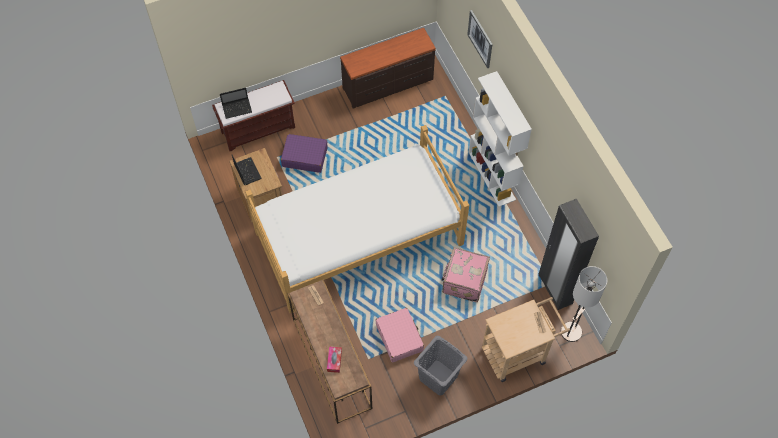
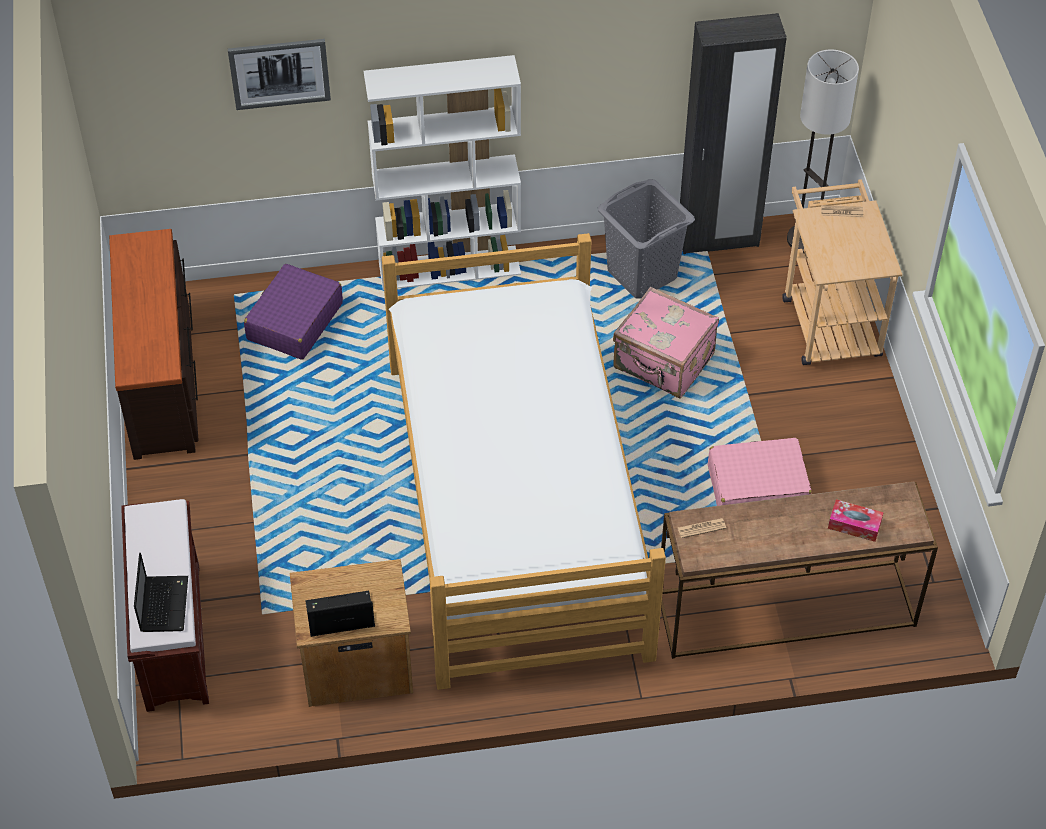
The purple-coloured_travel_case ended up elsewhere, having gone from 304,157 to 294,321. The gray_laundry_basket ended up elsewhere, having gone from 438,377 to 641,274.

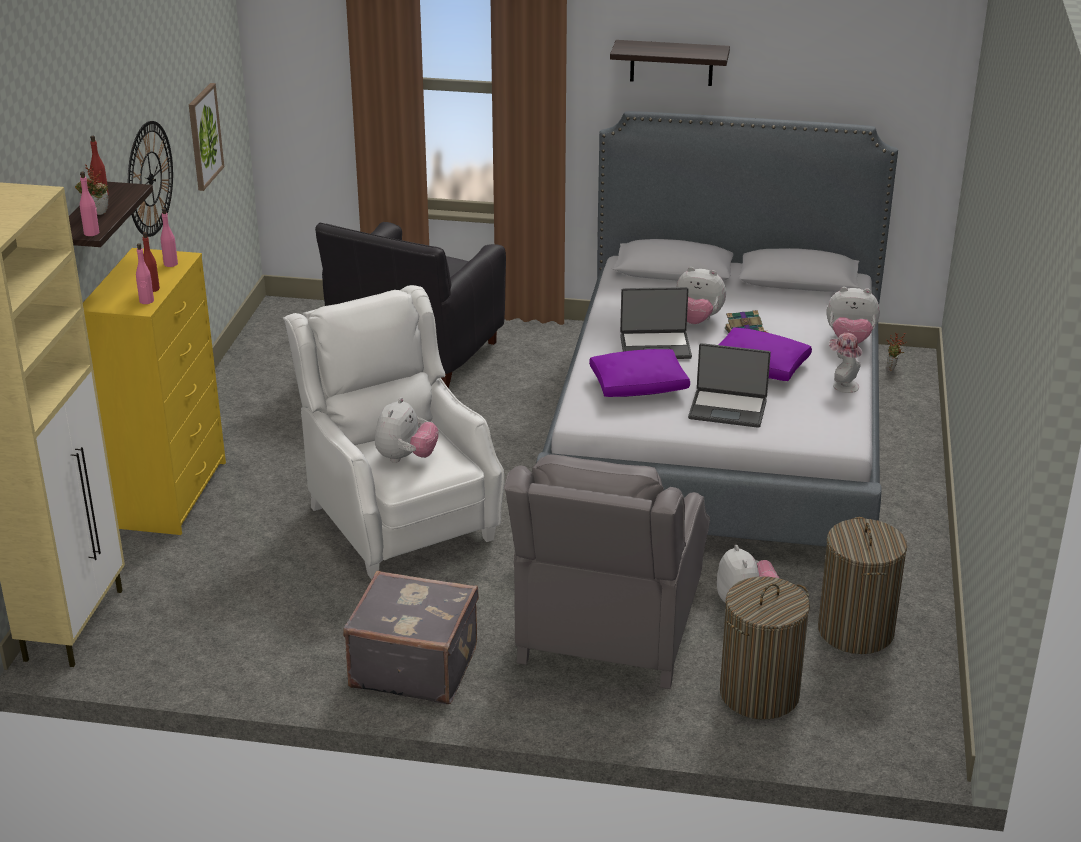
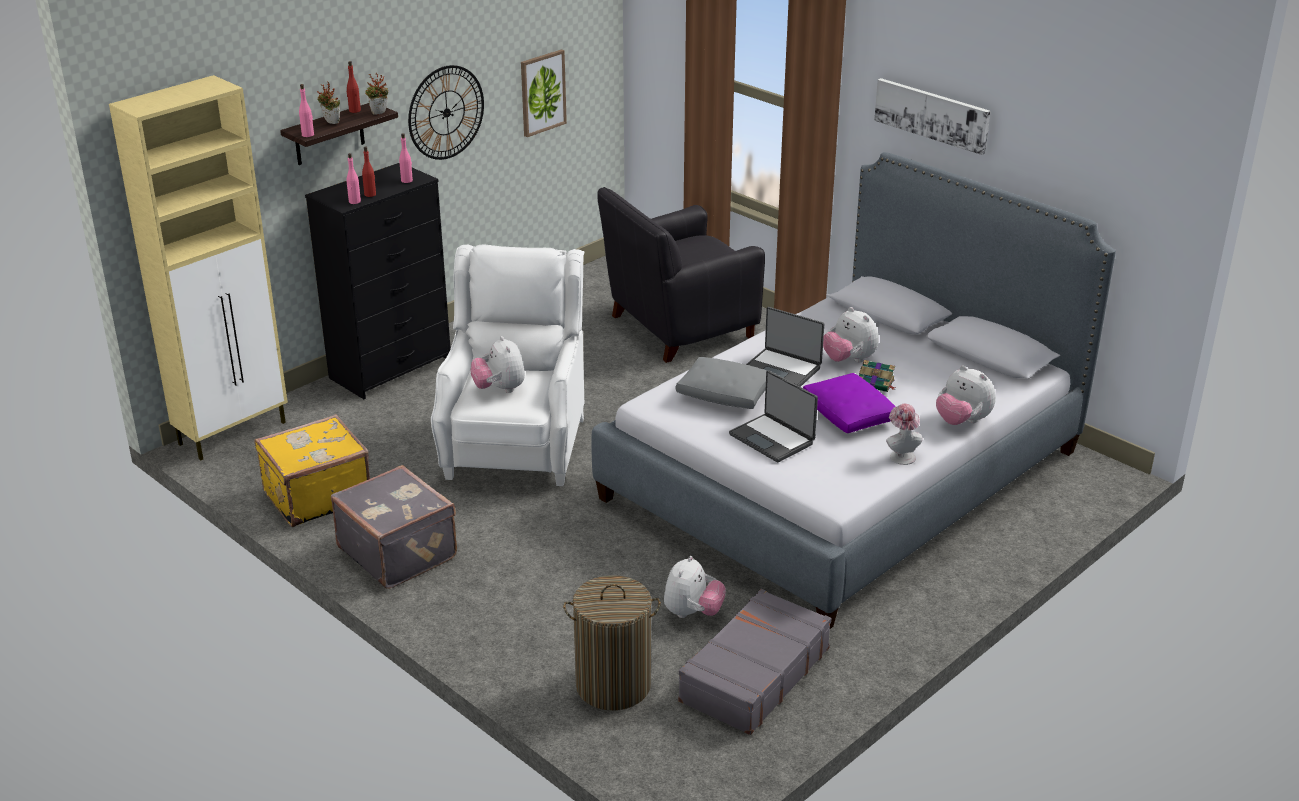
What was the yellow-coloured_dresser at 171,493 turned into the blackish_dresser at 391,368. The plush_toy at 406,458 ended up facing another way, 105 degrees clockwise from before. The second view lost the gray_lounge_chair at 608,632. What was the purple-coloured_throw_pillow at 639,385 turned into the gray_throw_pillow at 725,394. Where the bracket_shelf hung at 671,63, the picture came to hang at 932,115. Where the laundry_basket stood at 855,631, the gray_travel_case came to stand at 753,674. The potted_plant ended up elsewhere, having gone from 892,369 to 379,113. The second view gained the yellow-coloured_travel_case at 316,496.

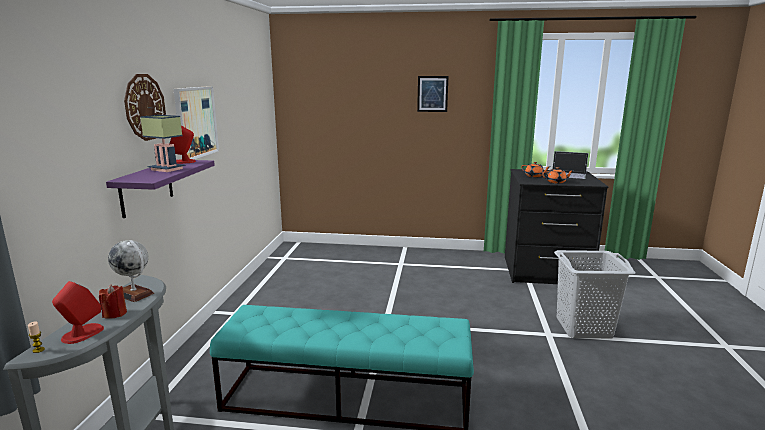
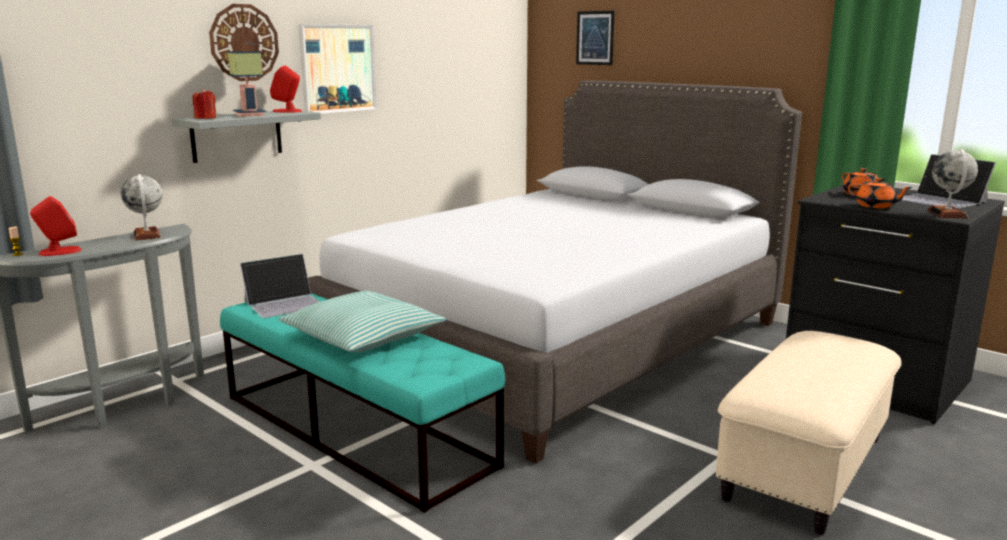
The reddish_wax_light ended up elsewhere, having gone from 115,314 to 205,118. What was the purple-coloured_bracket_shelf at 146,188 turned into the gray_bracket_shelf at 237,135. The picture ended up elsewhere, having gone from 432,94 to 595,38. Where the gray_laundry_basket stood at 584,328, the sand-coloured_footrest came to stand at 806,468. The second view gained the laptop at 285,303. The second view gained the throw_pillow at 363,337. The second view gained the gray_sleeping_bed at 557,341. The second view gained the desk_globe at 947,214.

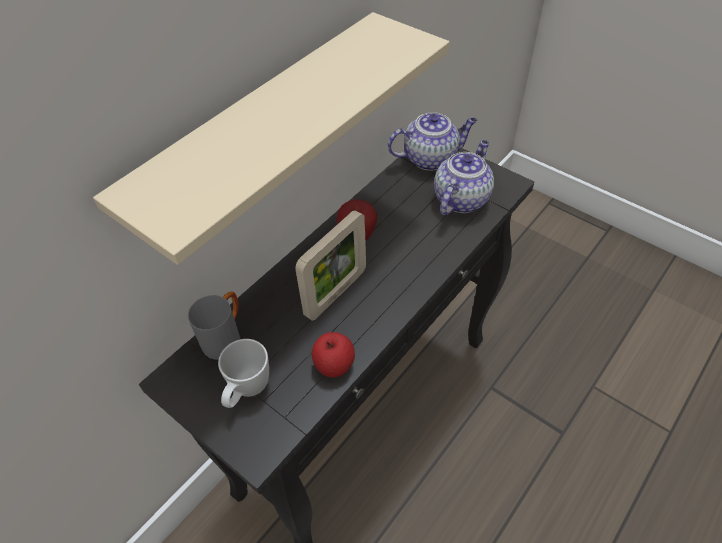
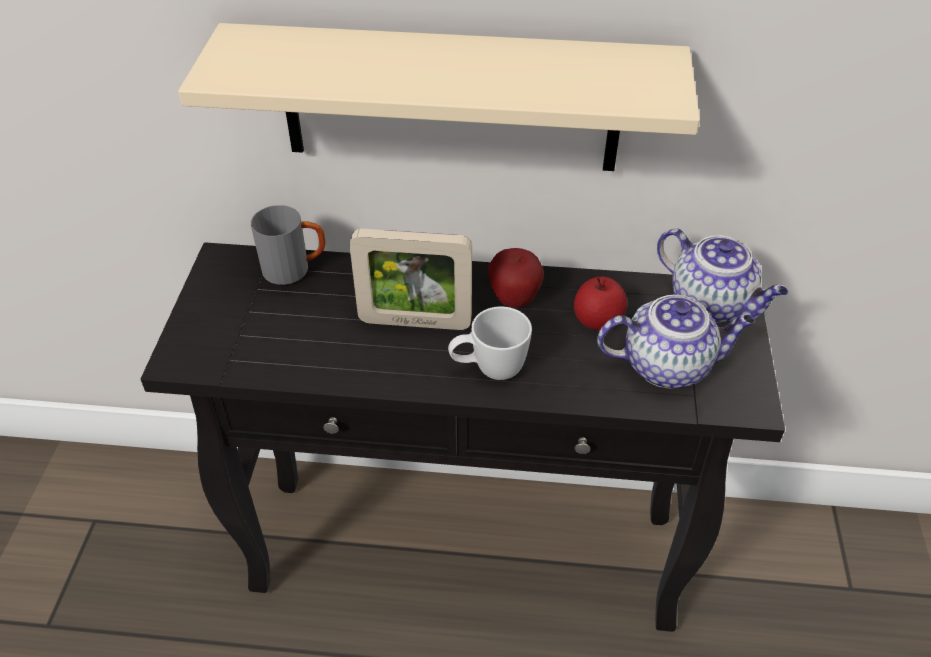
The whitish_coffee_mug ended up elsewhere, having gone from 247,391 to 488,370. The apple_fruit ended up elsewhere, having gone from 334,365 to 597,320.

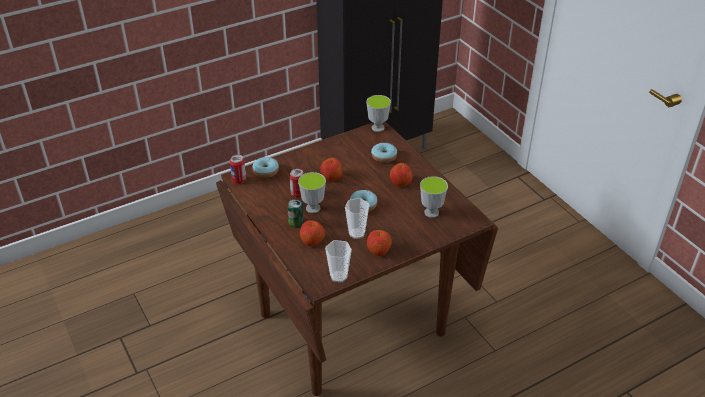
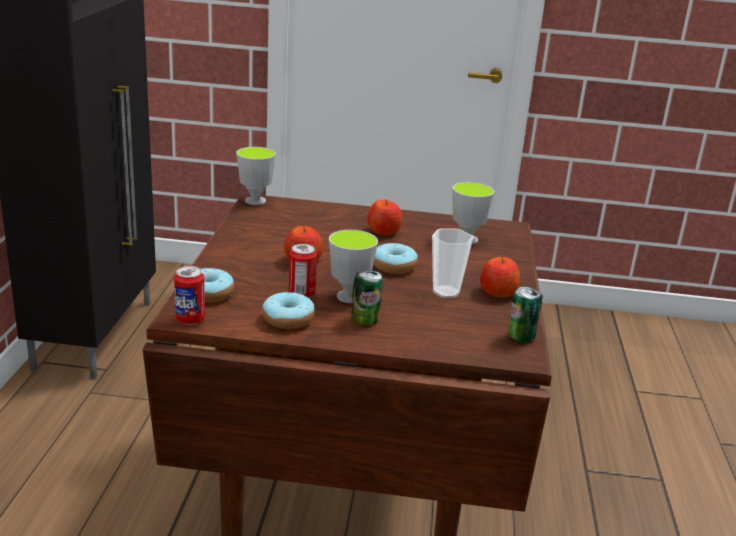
The second view lost the apple_fruit at 312,240. Where the cup stood at 338,276, the sealed_can came to stand at 520,337. The doughnut ended up elsewhere, having gone from 384,156 to 288,319.

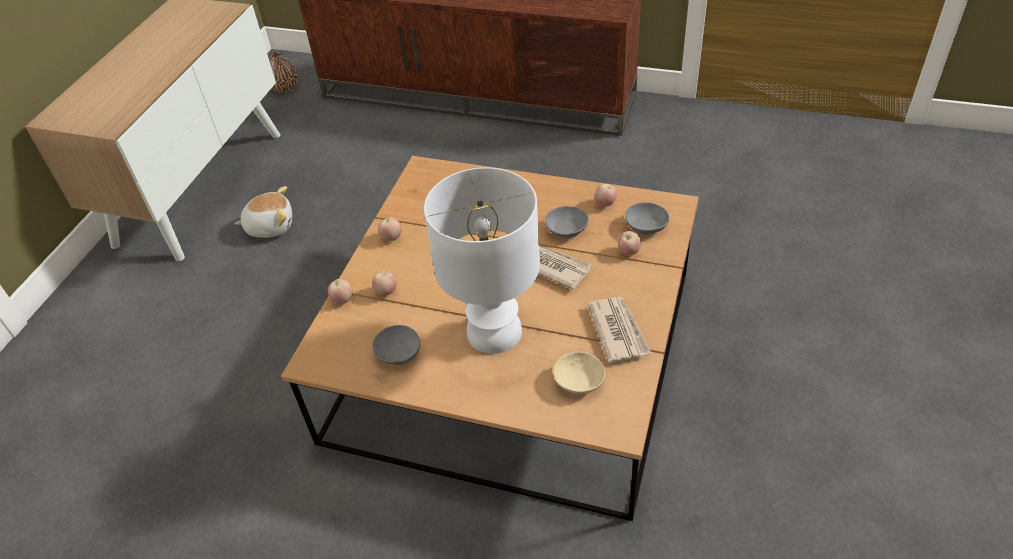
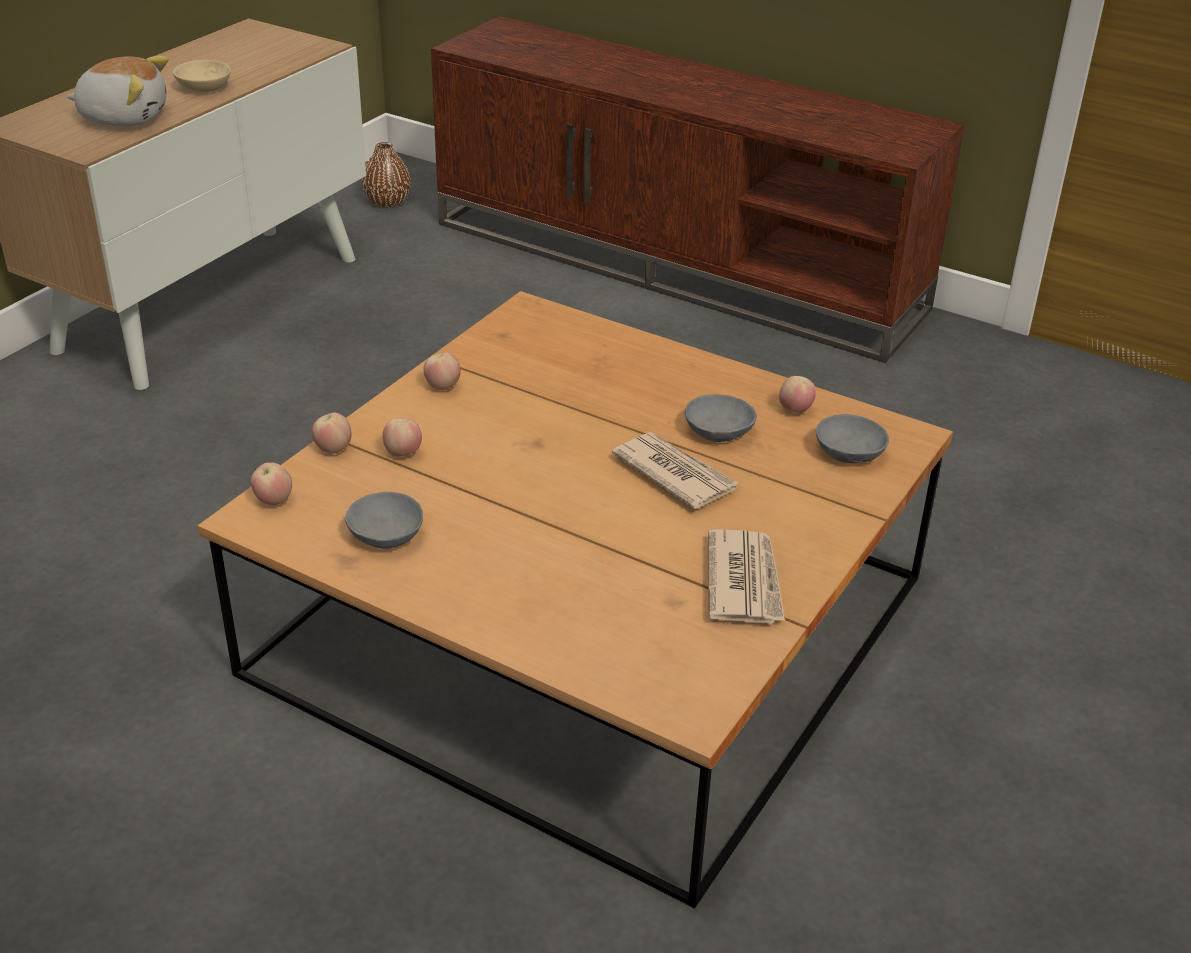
The plush_toy ended up elsewhere, having gone from 270,226 to 124,117. The second view lost the whitish_lamp_for_a_table at 495,333. The sand-coloured_deep_dish ended up elsewhere, having gone from 578,382 to 202,88. The apple_fruit ended up elsewhere, having gone from 629,252 to 273,500.

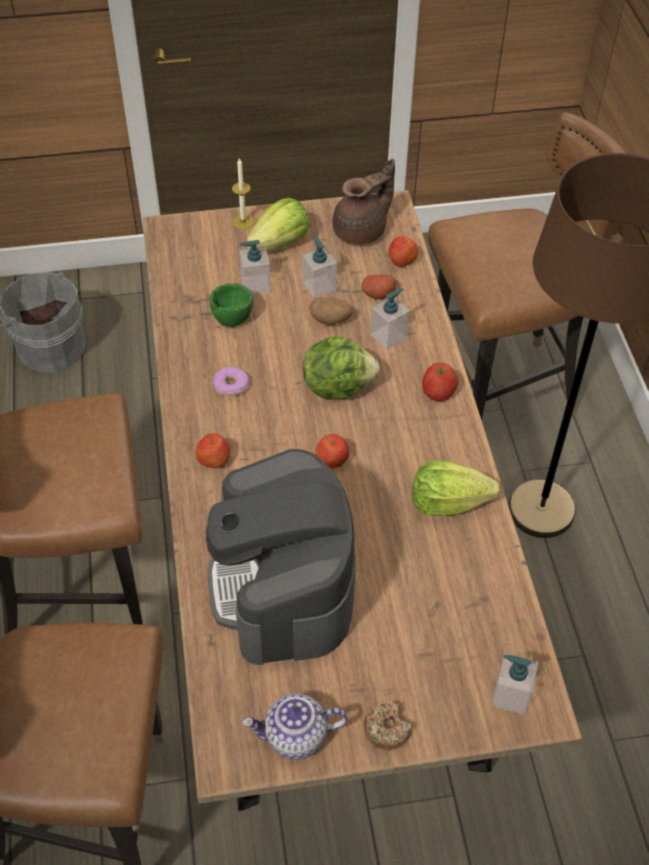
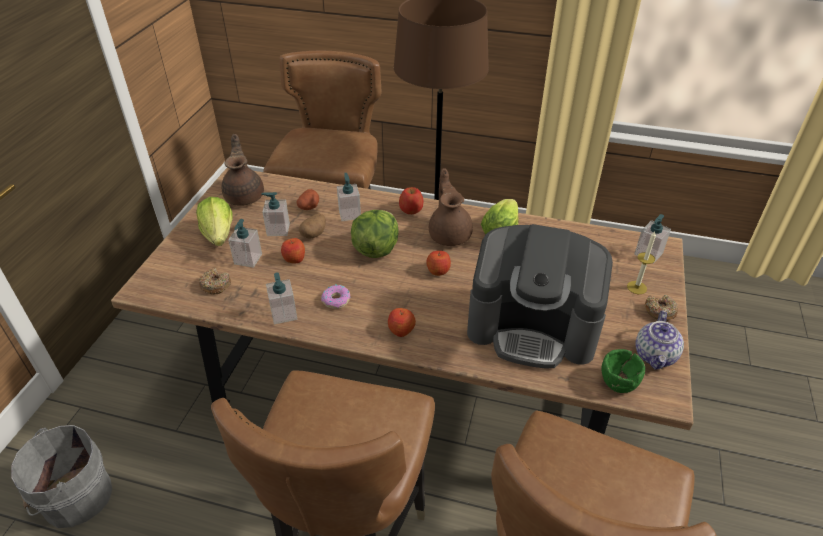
The greenish_deep_dish ended up elsewhere, having gone from 232,317 to 618,382. The wax_light ended up elsewhere, having gone from 243,222 to 636,287. The apple_fruit ended up elsewhere, having gone from 402,260 to 294,258. The second view gained the doughnut at 215,285. The second view gained the soap_dispenser at 284,314. The second view gained the brown_tea_pot at 449,234.

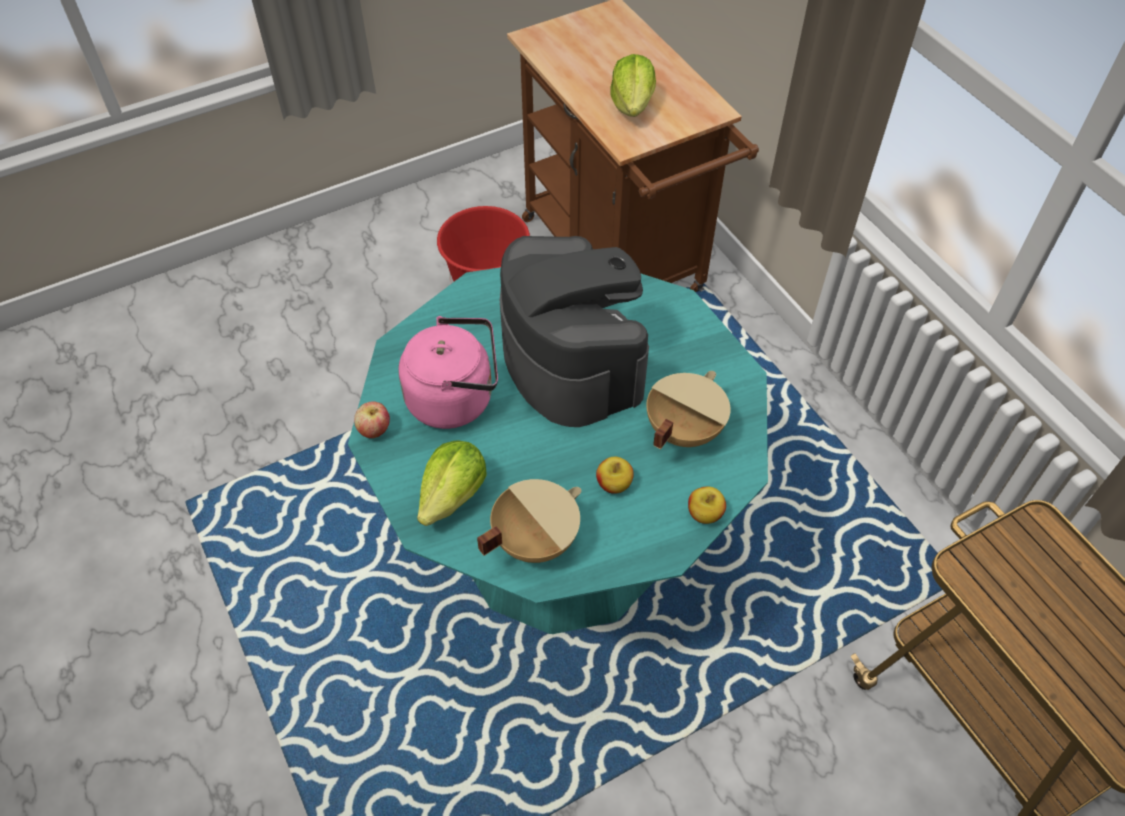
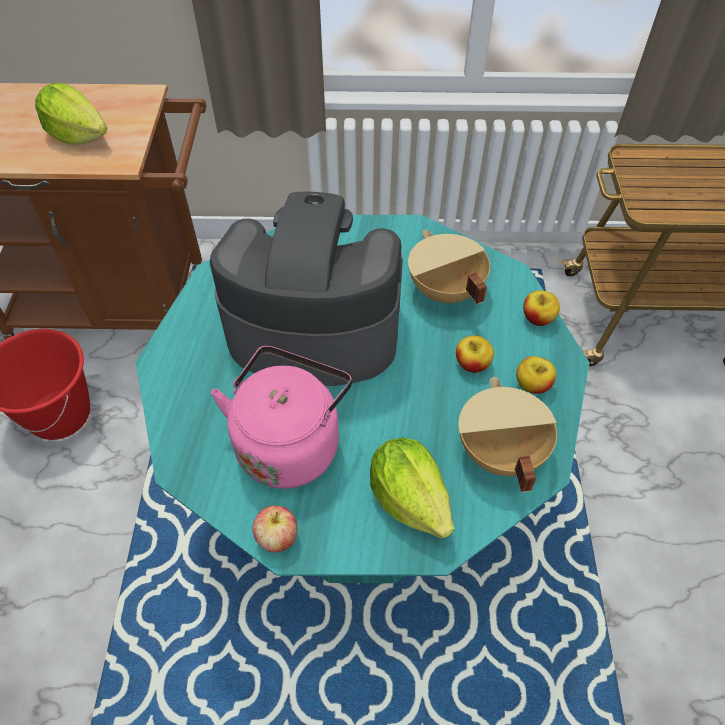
The second view gained the apple_fruit at 532,385.

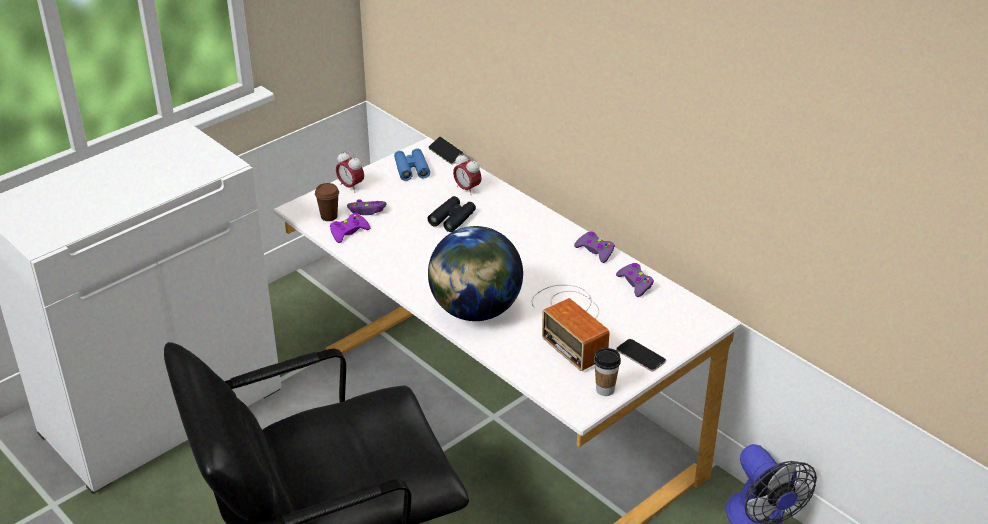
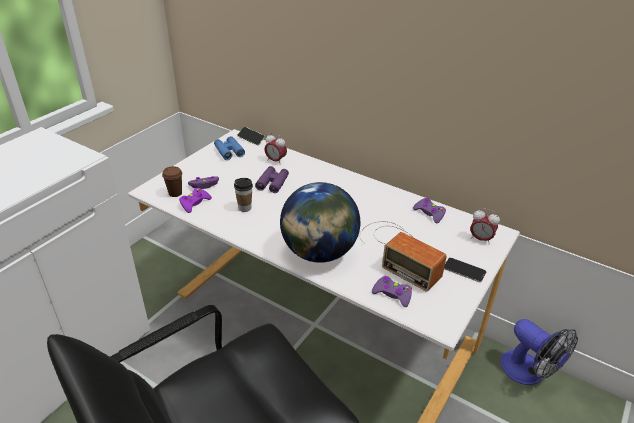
The bedside_clock ended up elsewhere, having gone from 350,186 to 480,239. What was the blackish_binoculars at 452,218 turned into the purple-coloured_binoculars at 272,183. The purple-coloured_joypad ended up elsewhere, having gone from 595,251 to 392,294. The cup ended up elsewhere, having gone from 605,390 to 245,208.

